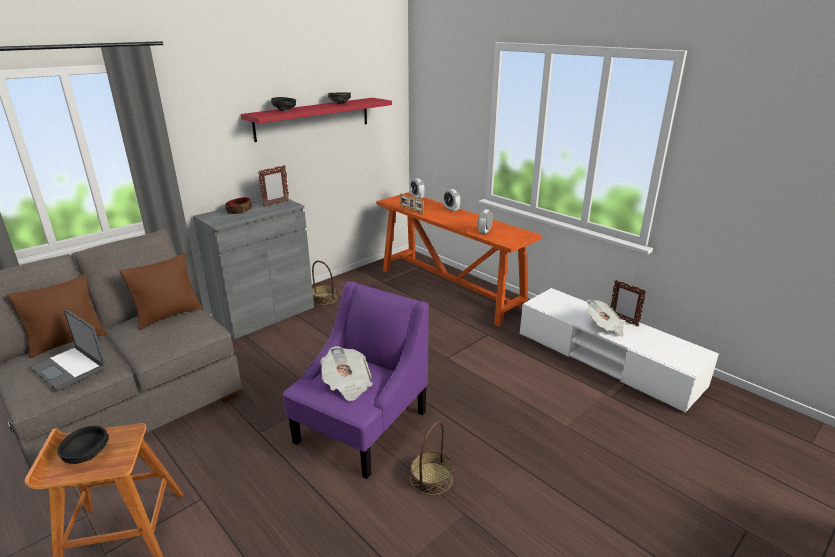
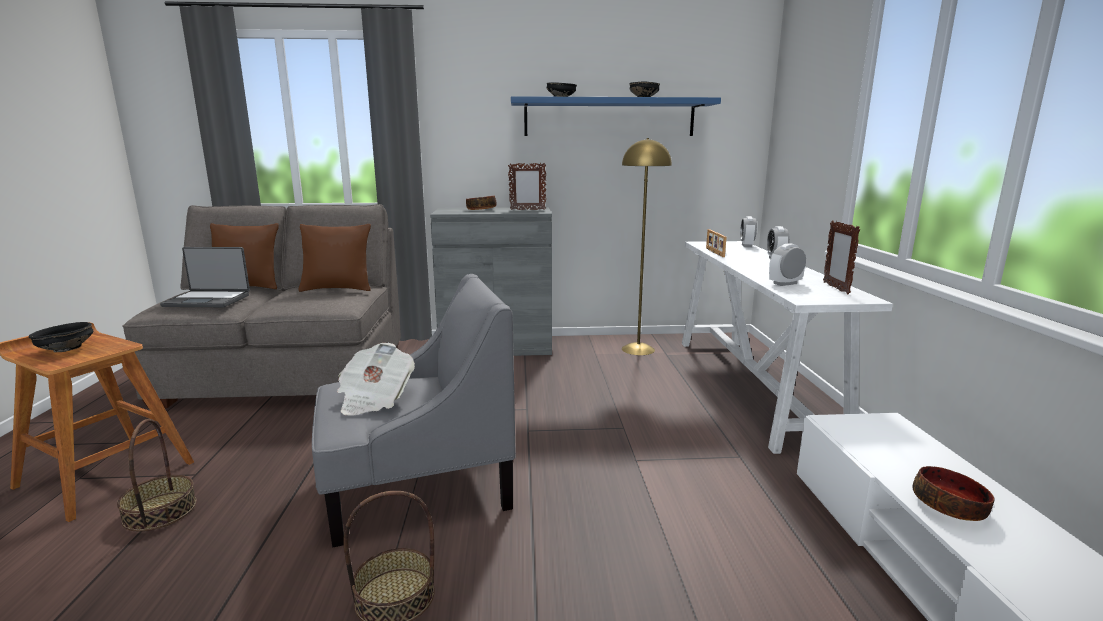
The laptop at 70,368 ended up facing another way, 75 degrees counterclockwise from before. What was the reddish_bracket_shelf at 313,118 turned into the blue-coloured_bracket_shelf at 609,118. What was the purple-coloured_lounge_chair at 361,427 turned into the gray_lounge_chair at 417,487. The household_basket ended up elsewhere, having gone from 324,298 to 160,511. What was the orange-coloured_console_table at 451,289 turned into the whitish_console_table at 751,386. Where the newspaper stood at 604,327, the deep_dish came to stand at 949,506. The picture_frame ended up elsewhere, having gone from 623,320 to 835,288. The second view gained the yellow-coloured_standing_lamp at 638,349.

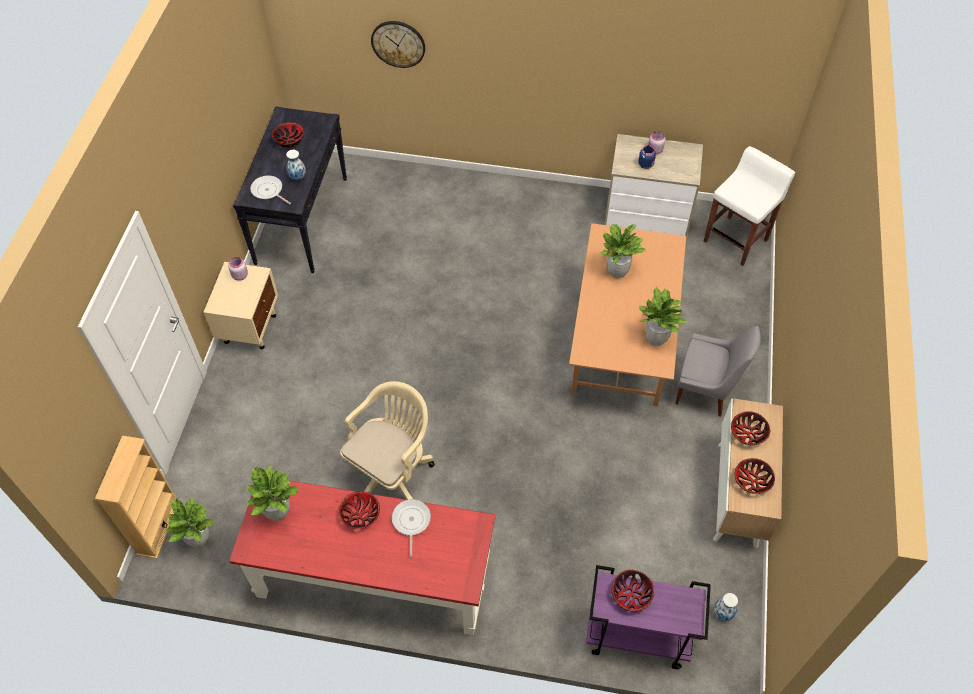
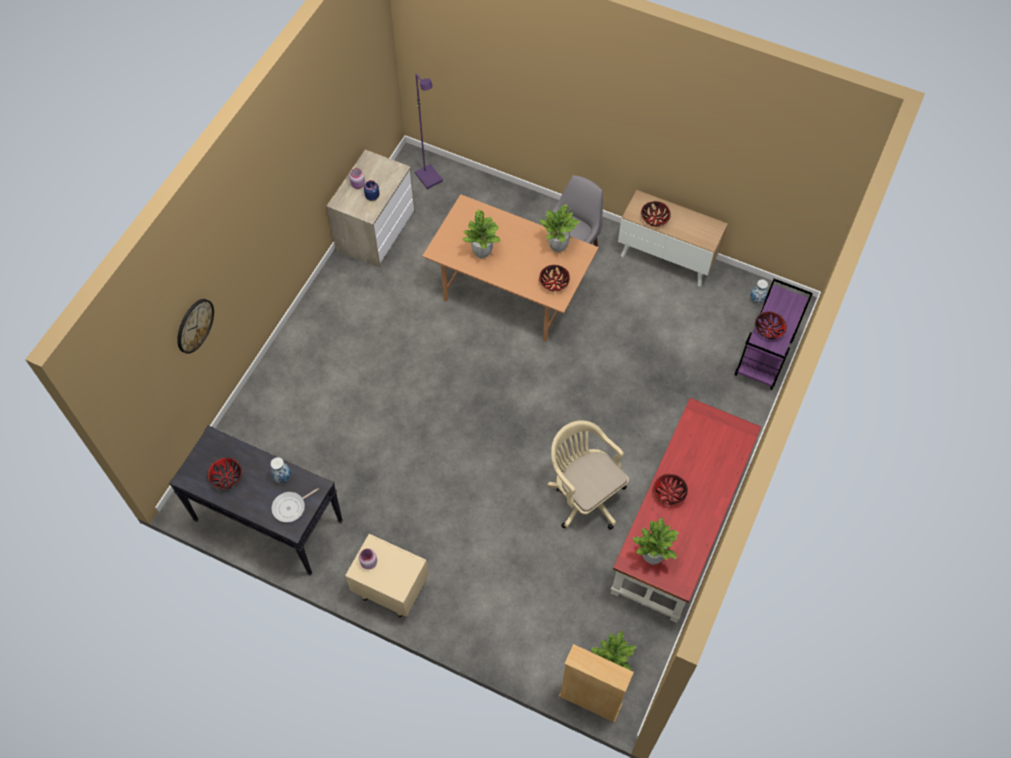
The second view lost the frying_pan at 411,522. Where the whitish_sitting_stool stood at 736,240, the purple-coloured_standing_lamp came to stand at 429,177. The deep_dish ended up elsewhere, having gone from 752,481 to 554,283.

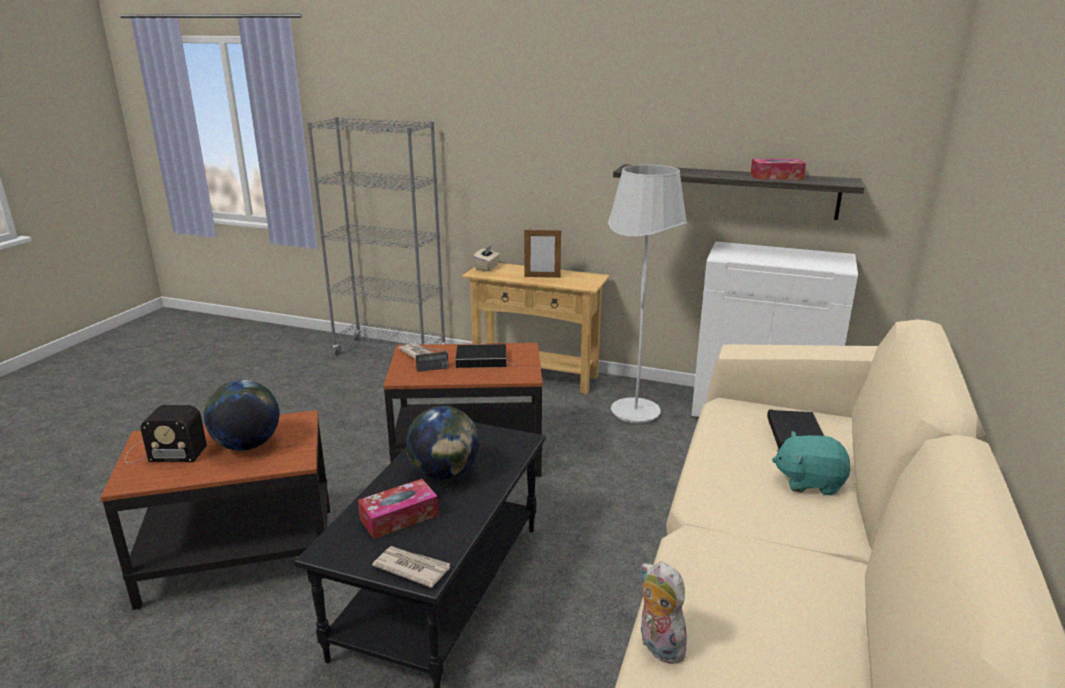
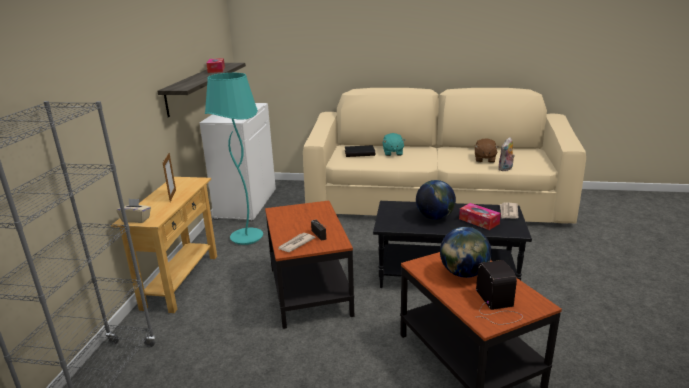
The second view lost the book at 483,359. What was the whitish_standing_lamp at 635,413 turned into the turquoise-coloured_standing_lamp at 246,238. The second view gained the brown_plush_toy at 484,159.

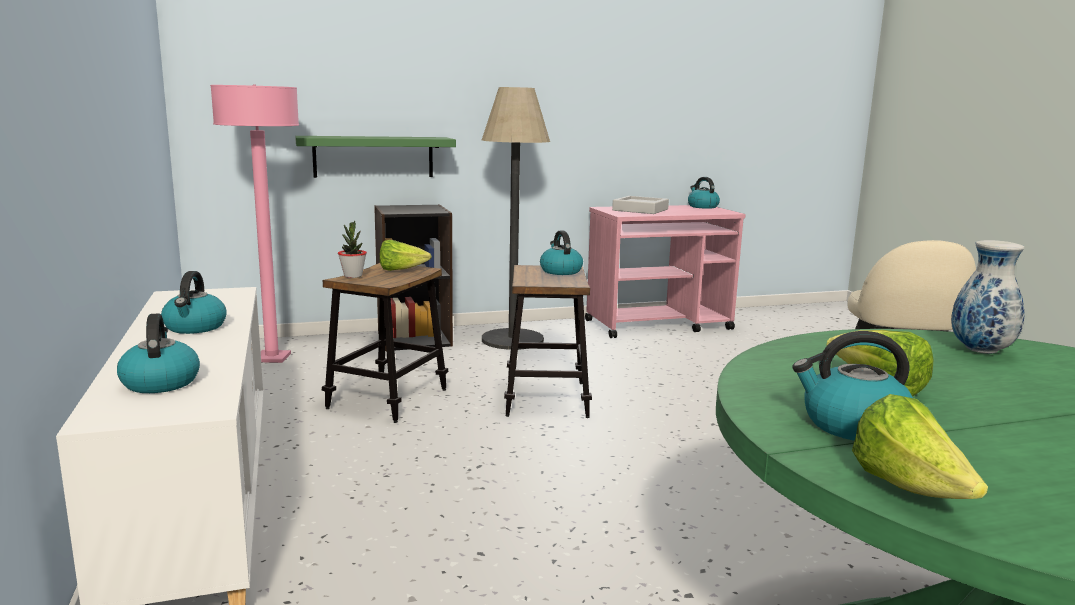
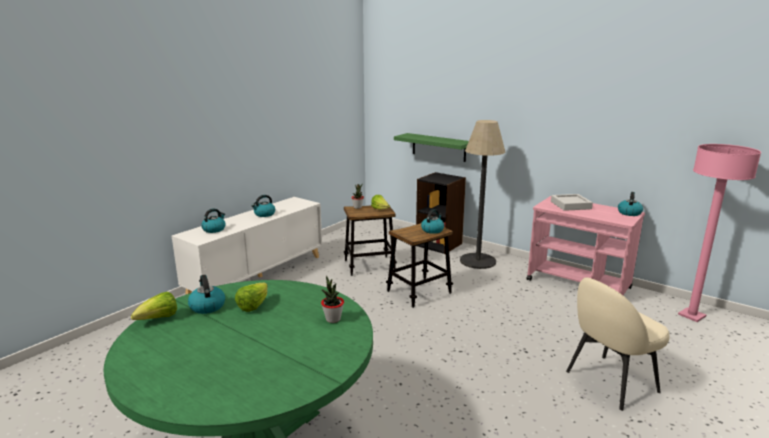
The pink-coloured_standing_lamp ended up elsewhere, having gone from 272,358 to 691,315. Where the flower_vase stood at 979,351, the potted_plant came to stand at 333,319.

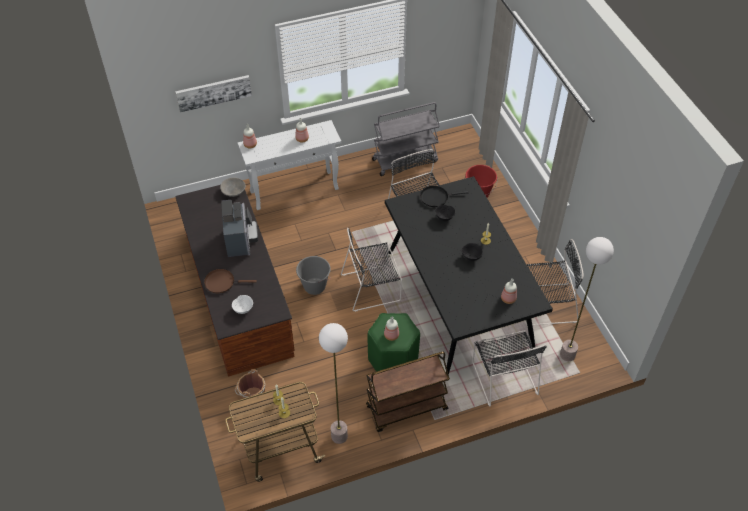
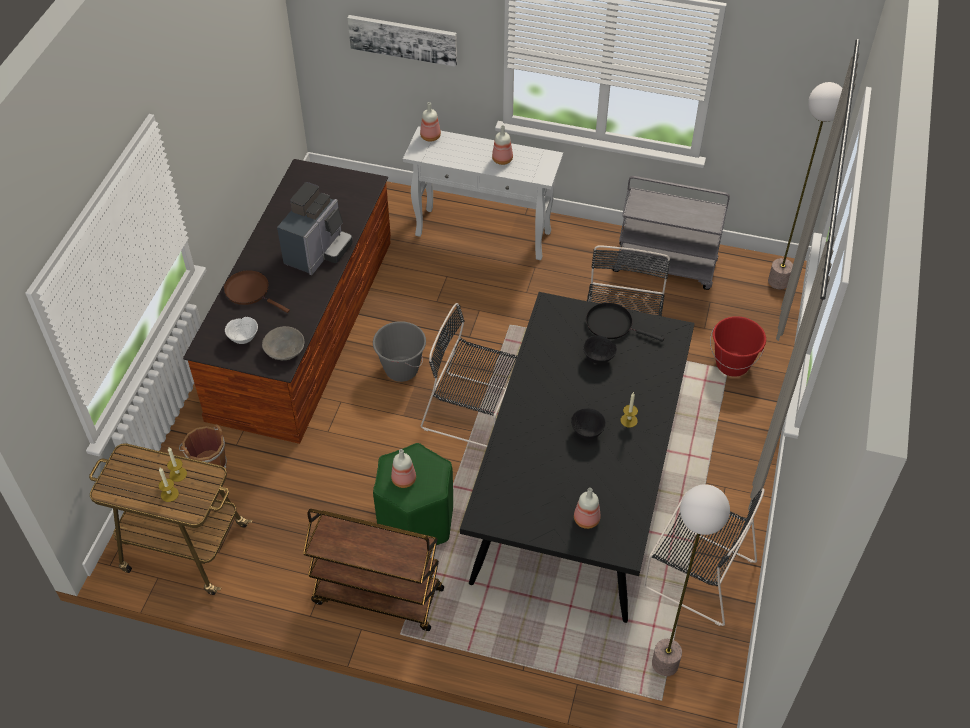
The gray_deep_dish ended up elsewhere, having gone from 233,191 to 284,350. The standing_lamp ended up elsewhere, having gone from 339,436 to 779,281. The second view lost the blackish_chair at 504,376.

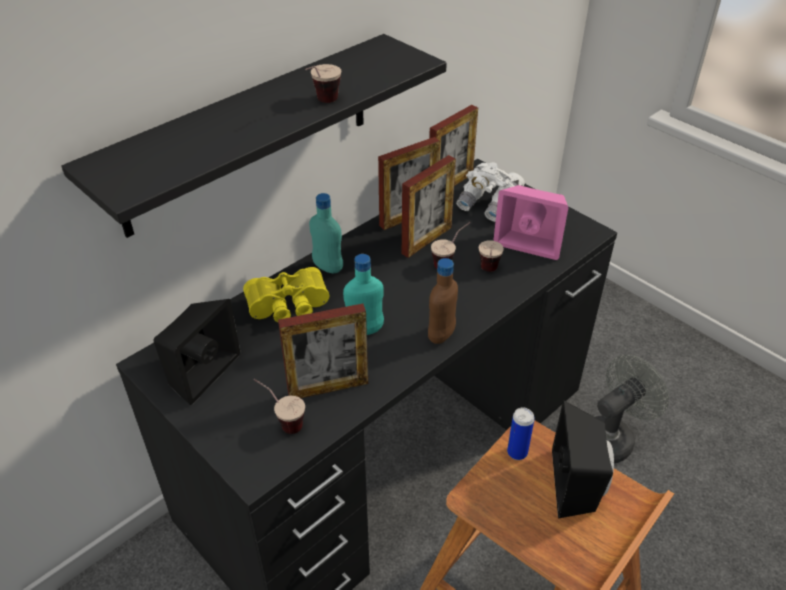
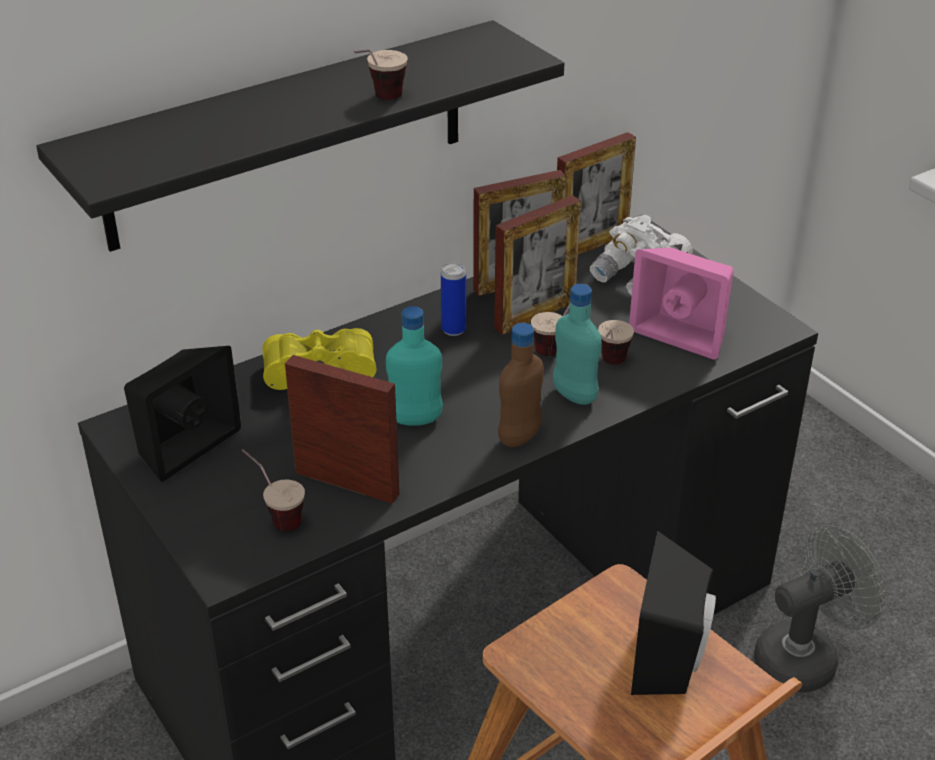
The picture_frame at 328,388 ended up facing another way, 150 degrees counterclockwise from before. The turquoise-coloured_drink_bottle ended up elsewhere, having gone from 328,267 to 574,395. The sealed_can ended up elsewhere, having gone from 517,452 to 453,329.

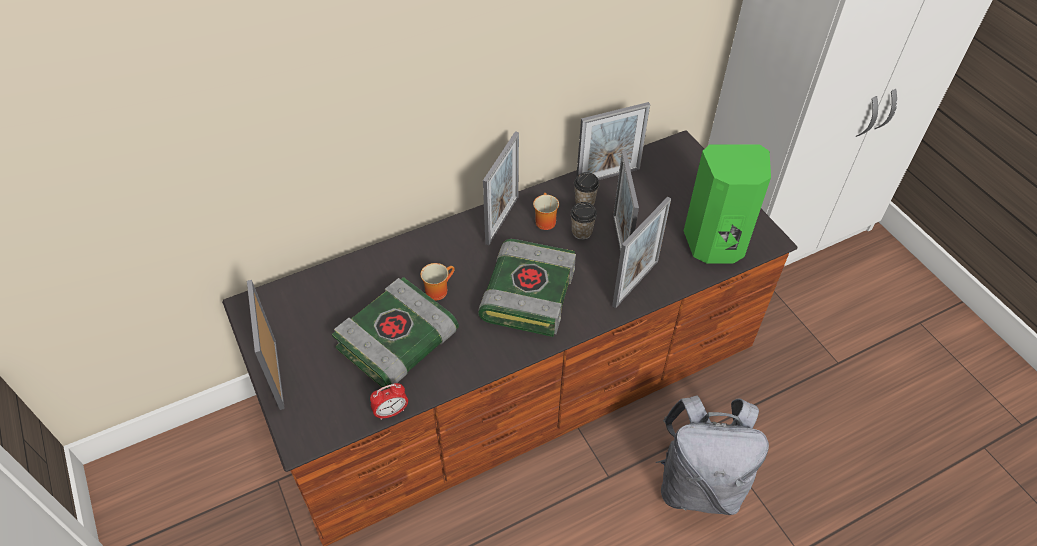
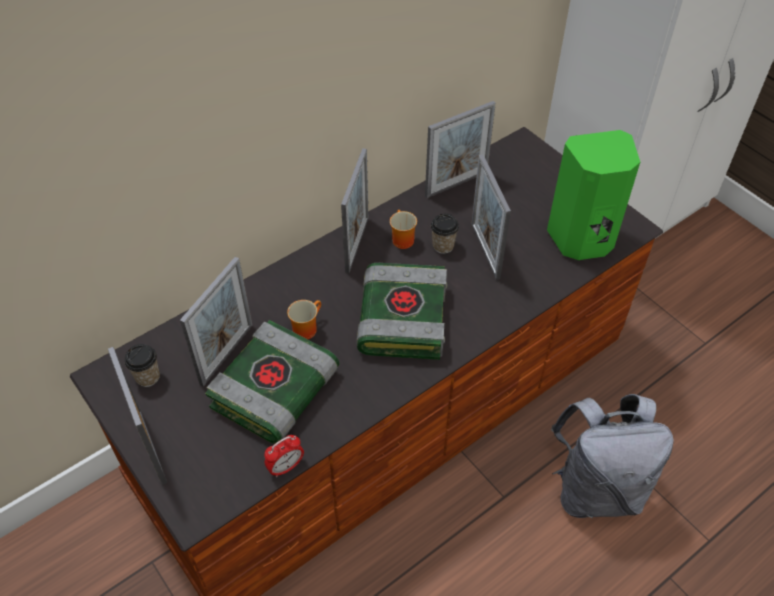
The cup ended up elsewhere, having gone from 584,202 to 148,377. The picture_frame ended up elsewhere, having gone from 635,283 to 226,354.

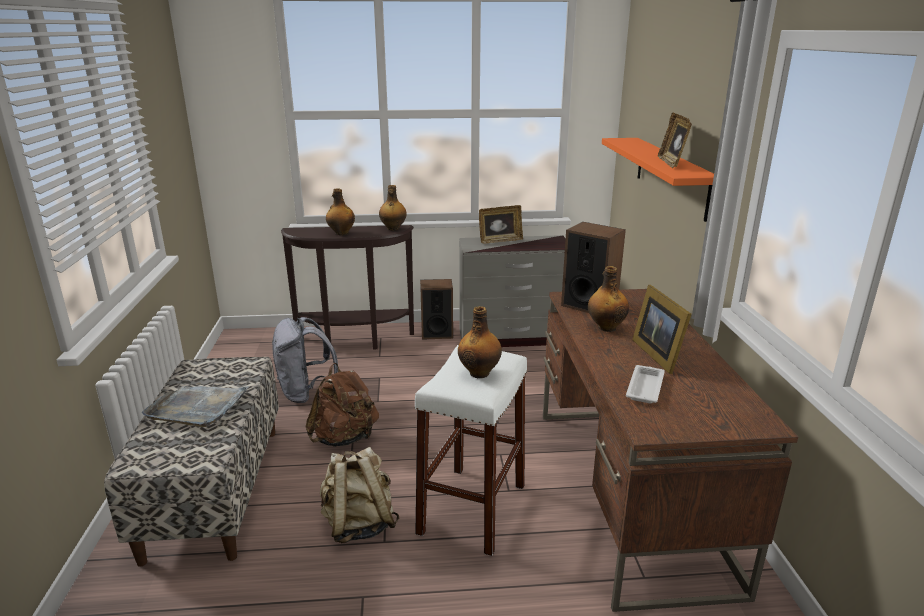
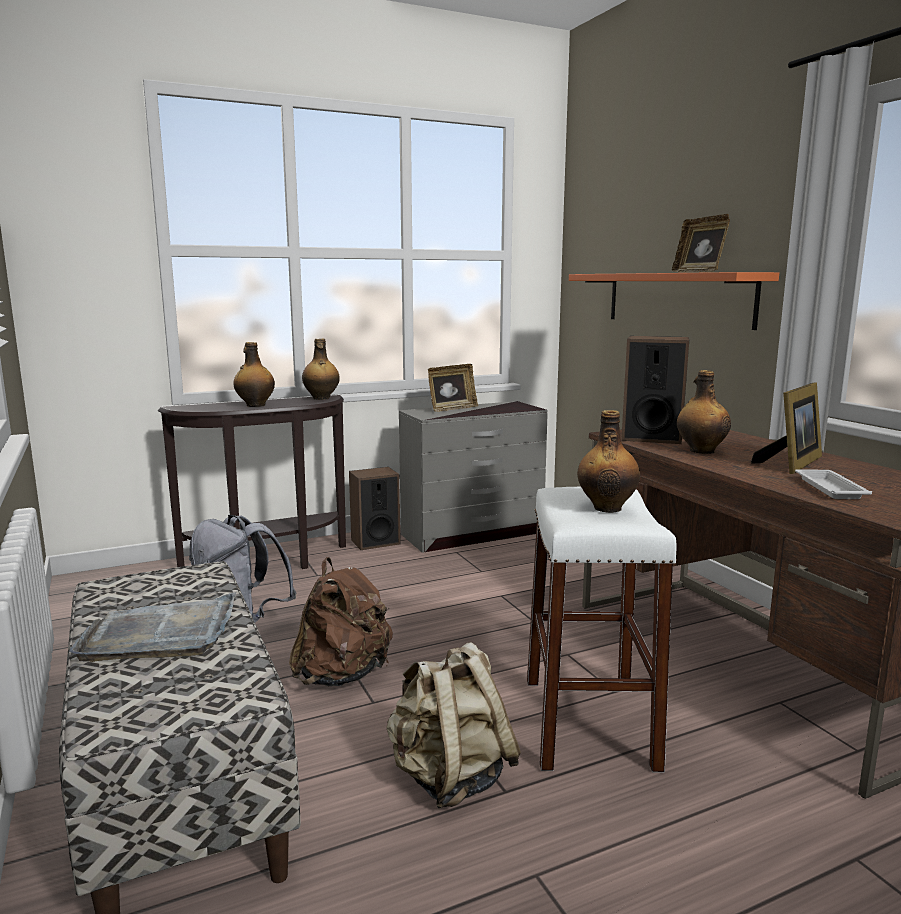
The picture_frame at 658,354 ended up facing another way, 105 degrees counterclockwise from before.

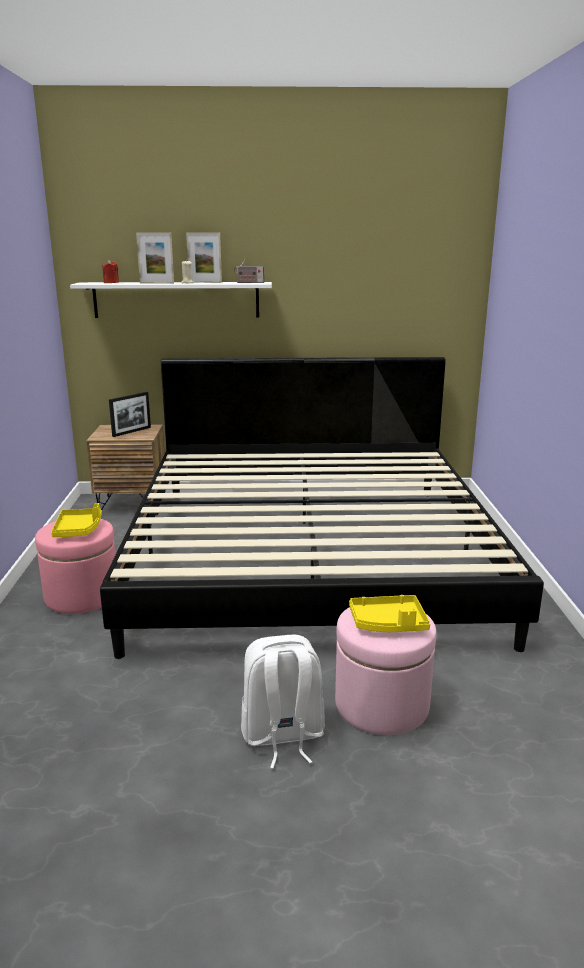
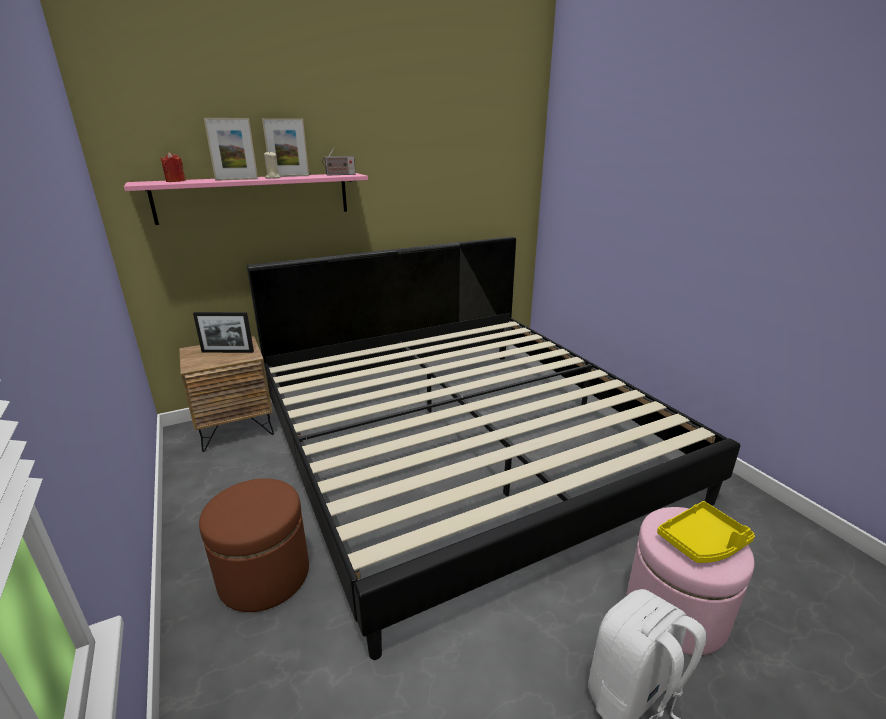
What was the pink-coloured_footrest at 82,596 turned into the brown_footrest at 264,575. The second view lost the yellow-coloured_serving_tray at 78,530. What was the whitish_bracket_shelf at 176,300 turned into the pink-coloured_bracket_shelf at 255,197. The picture_frame at 131,432 ended up facing another way, 75 degrees clockwise from before.

